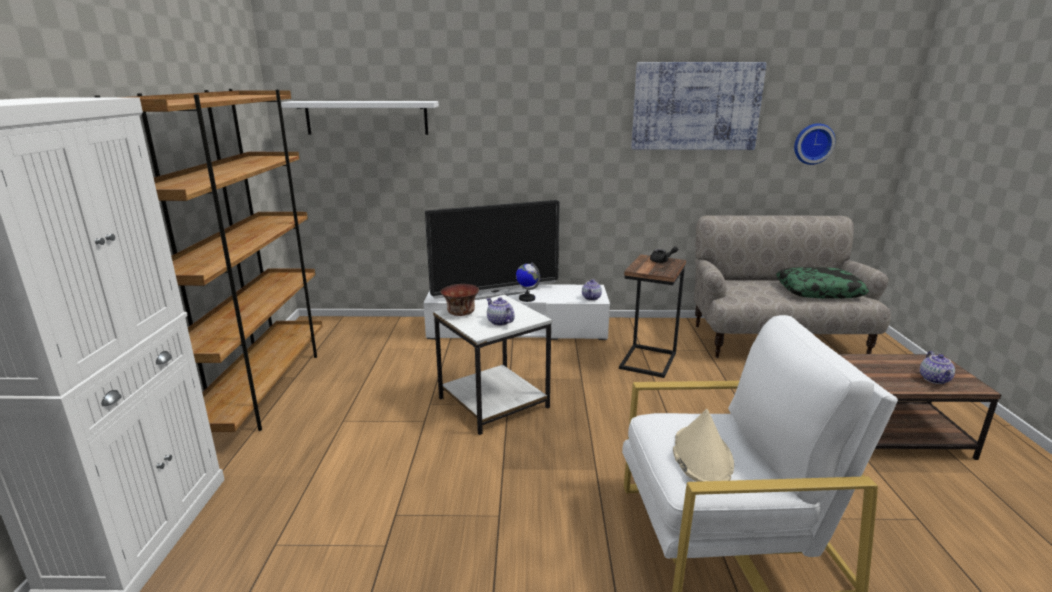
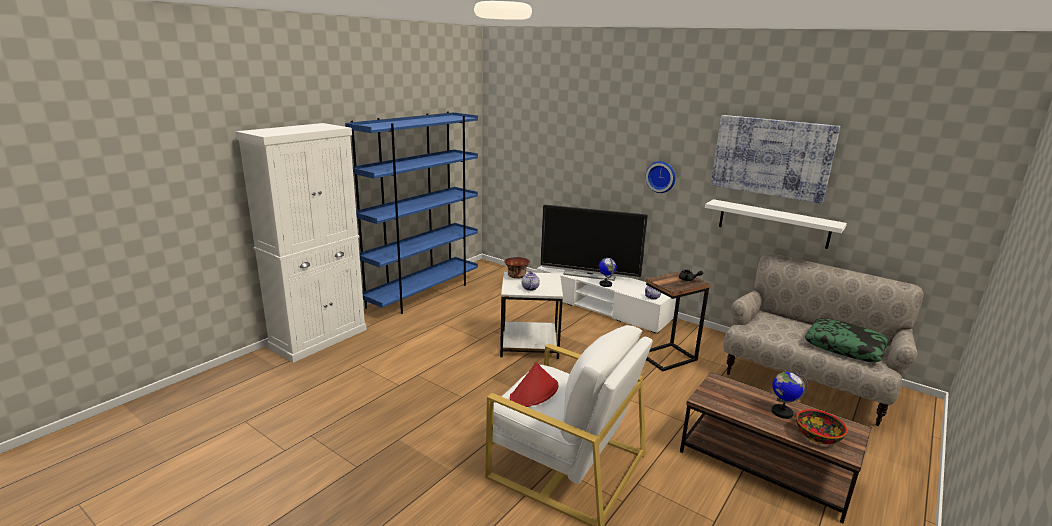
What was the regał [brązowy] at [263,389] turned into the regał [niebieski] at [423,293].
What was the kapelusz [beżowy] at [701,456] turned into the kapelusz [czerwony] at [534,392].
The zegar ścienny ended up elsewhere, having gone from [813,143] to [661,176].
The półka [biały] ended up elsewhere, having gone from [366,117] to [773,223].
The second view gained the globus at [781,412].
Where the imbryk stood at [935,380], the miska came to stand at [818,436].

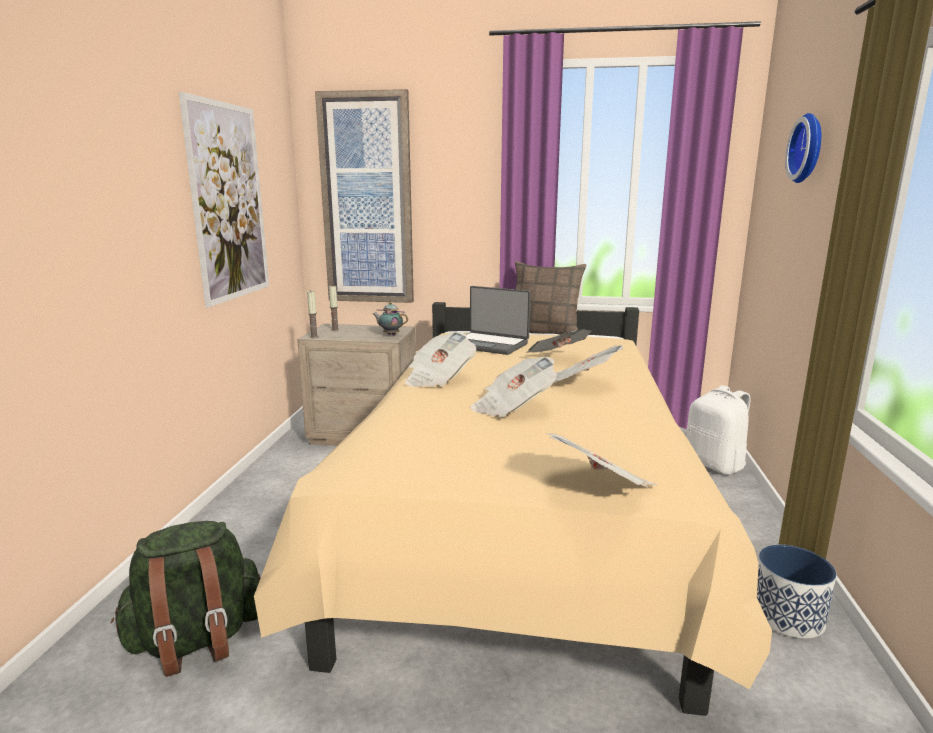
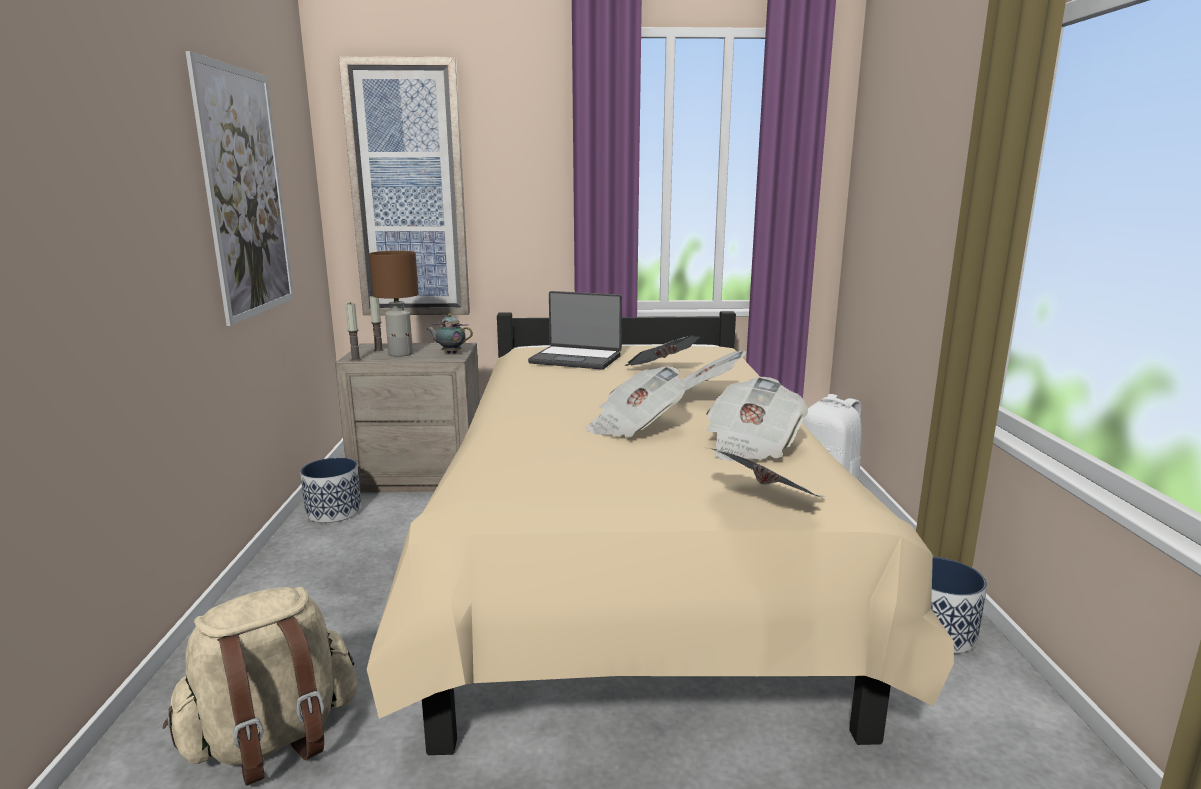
What was the plecak [zielony] at [197,641] turned into the plecak [beżowy] at [273,739].
The second view gained the donica at [334,512].
The second view gained the lampa stołowa [brązowy] at [401,354].
The gazeta ended up elsewhere, having gone from [438,379] to [750,446].
The second view lost the poduszka at [544,331].
The second view lost the zegar ścienny at [809,148].

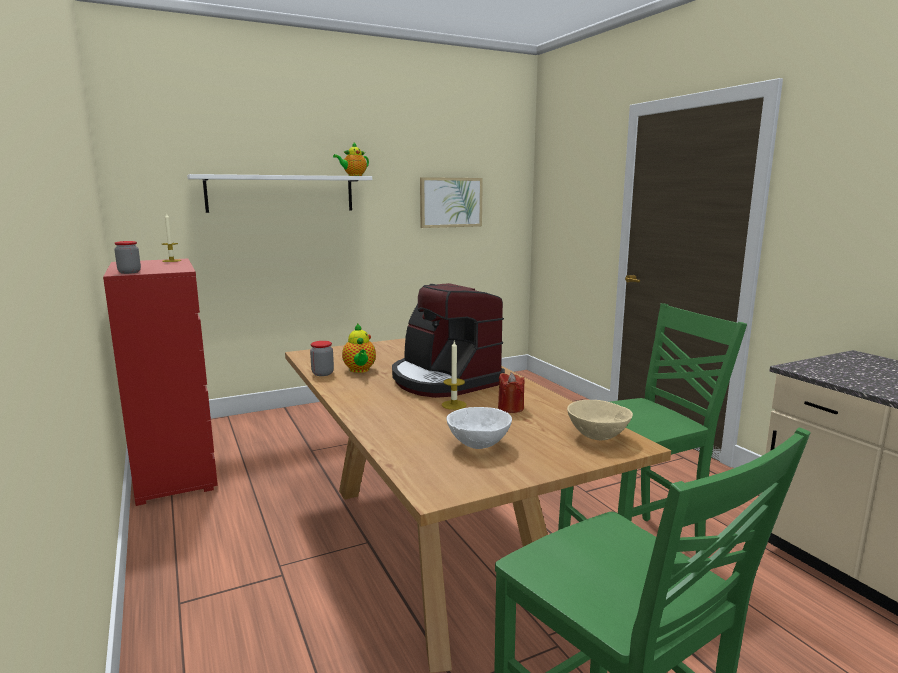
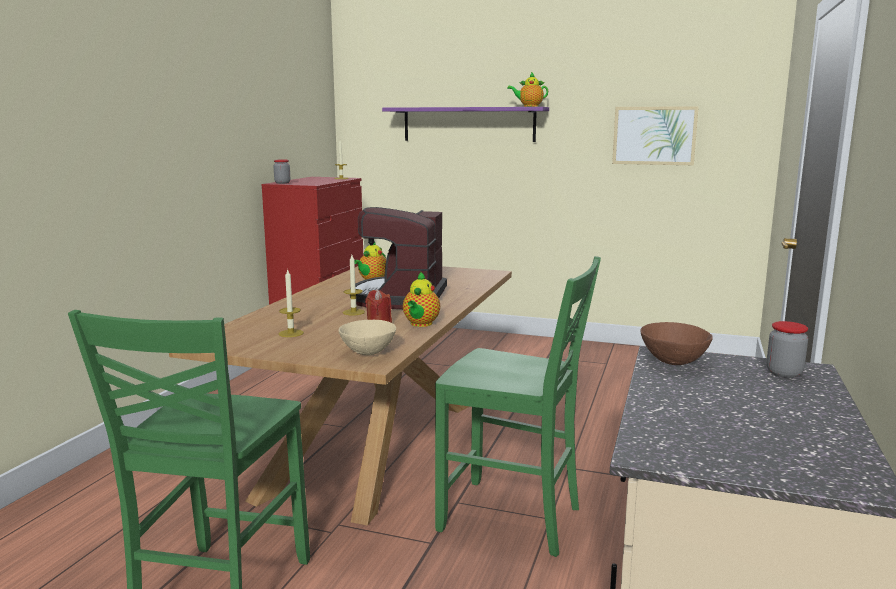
Where the miska [biały] stood at [478,445], the świeca came to stand at [291,333].
What was the półka [biały] at [281,193] turned into the półka [fioletowy] at [468,124].
The second view gained the imbryk at [420,324].
The second view gained the miska [brązowy] at [672,362].
The słoik ended up elsewhere, having gone from [322,373] to [784,373].

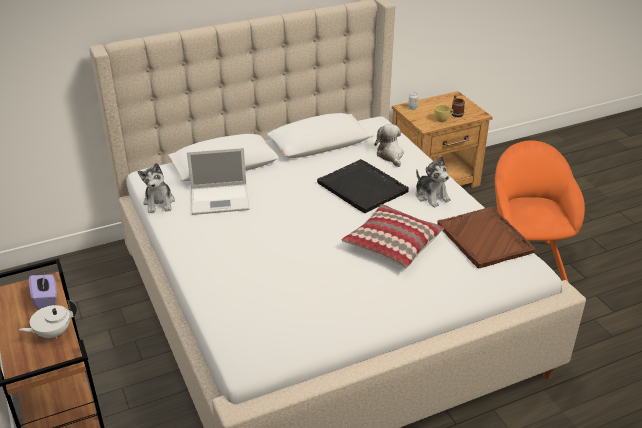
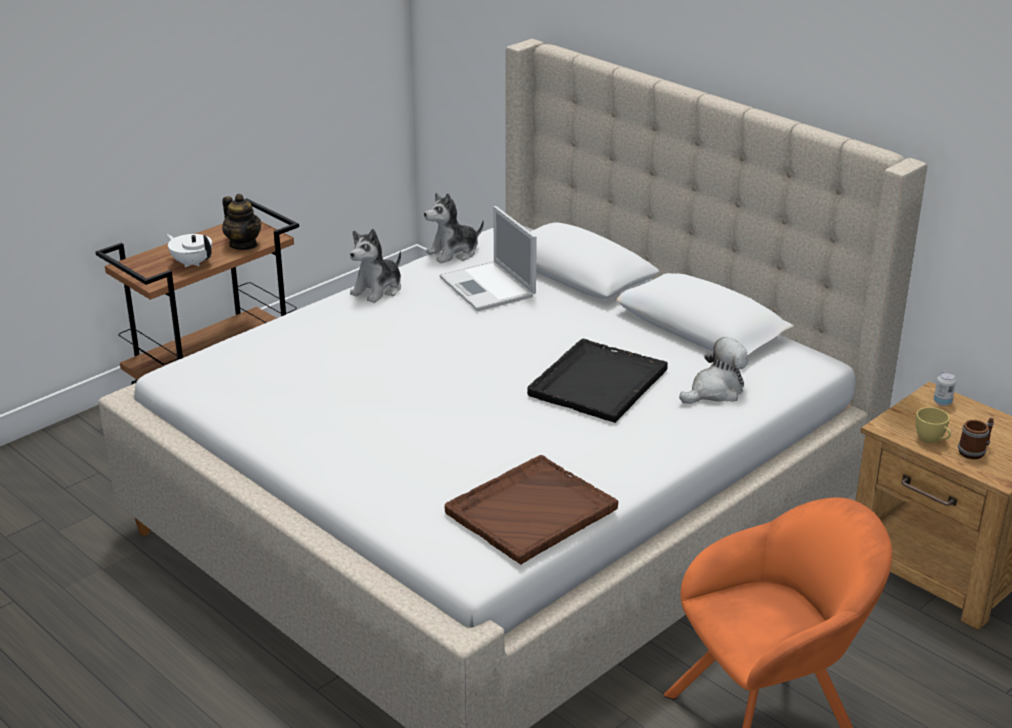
Where the pudełko chusteczek [fioletowy] stood at [46,299], the imbryk came to stand at [243,245].
The pluszak ended up elsewhere, having gone from [431,196] to [378,290].
The second view lost the poduszka at [392,244].

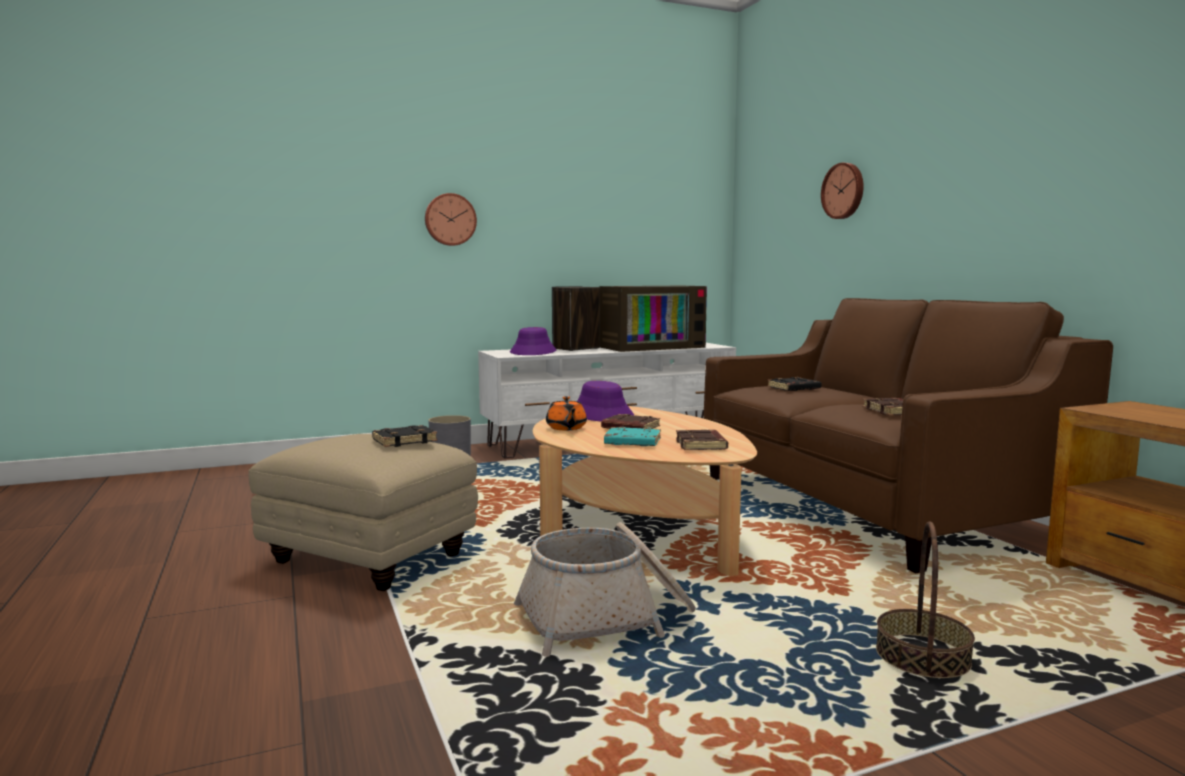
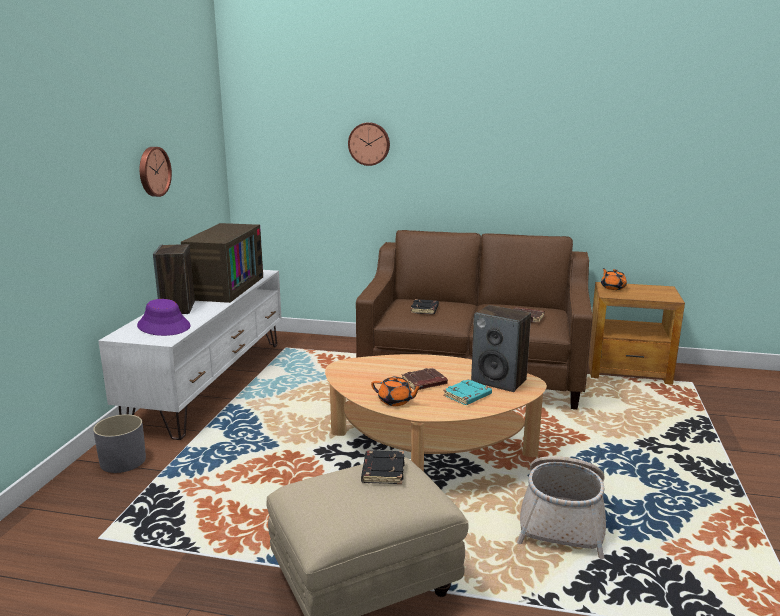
The zegar ścienny ended up elsewhere, having gone from [450,219] to [153,171].
Where the książka [brązowy] stood at [702,445], the głośnik came to stand at [499,381].
The second view gained the imbryk [pomarańczowy] at [612,287].
The second view lost the kapelusz [fioletowy] at [601,414].
The second view lost the koszyk at [922,657].

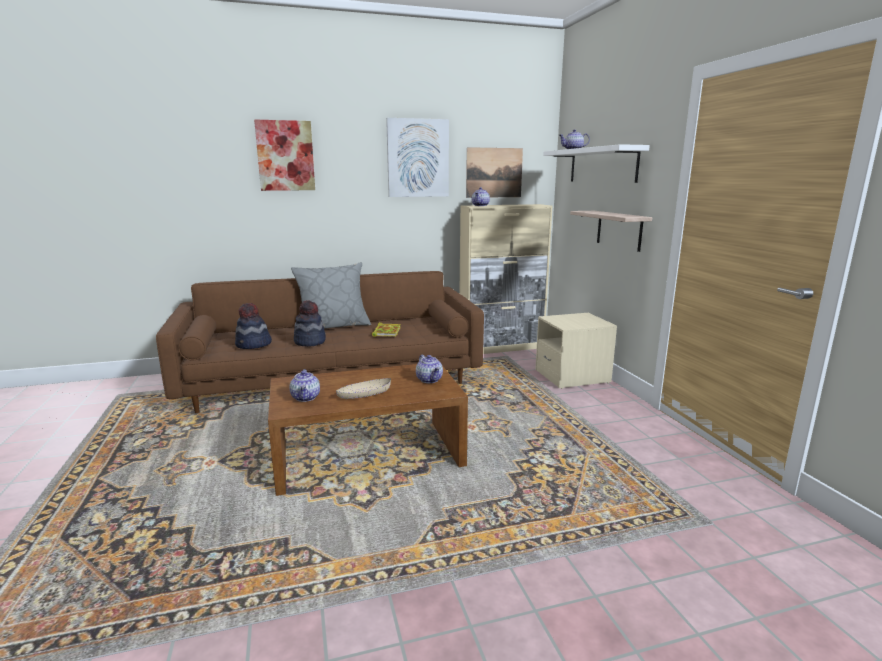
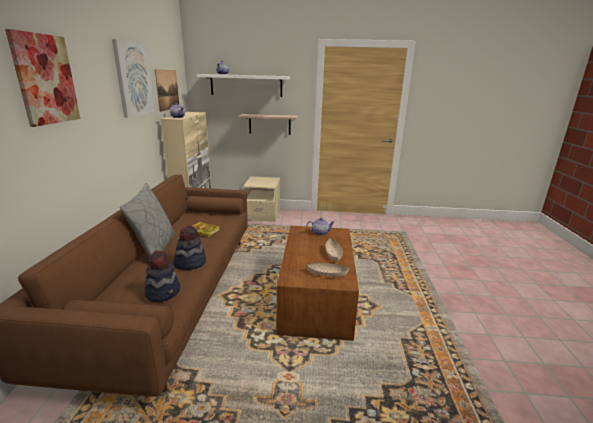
Where the imbryk stood at [306,398], the miska [beżowy] came to stand at [327,274].

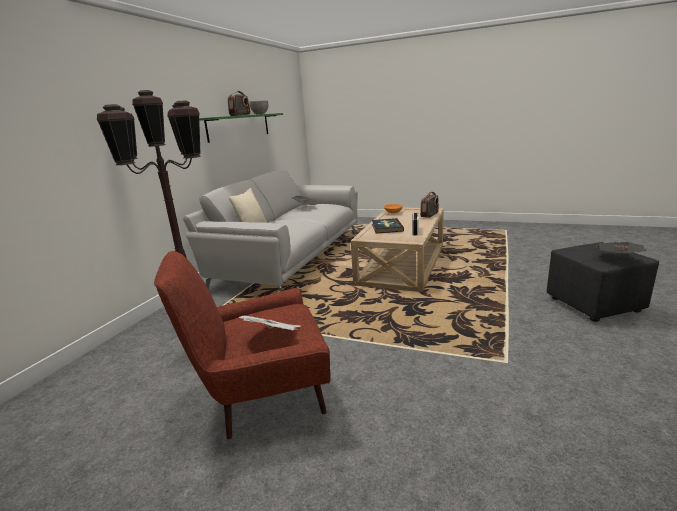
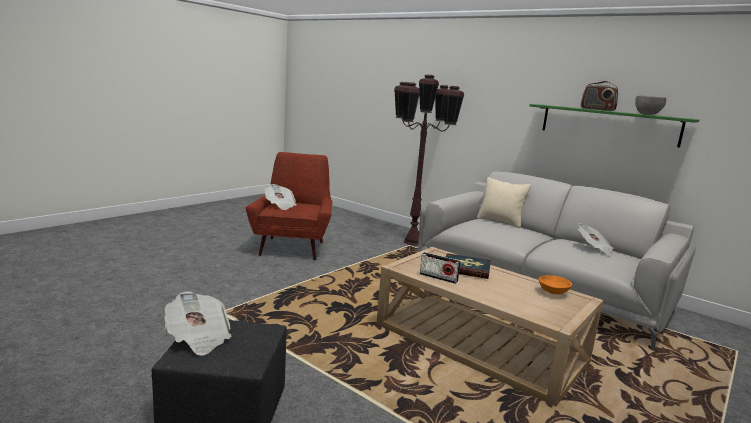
The second view lost the radio at [429,215].

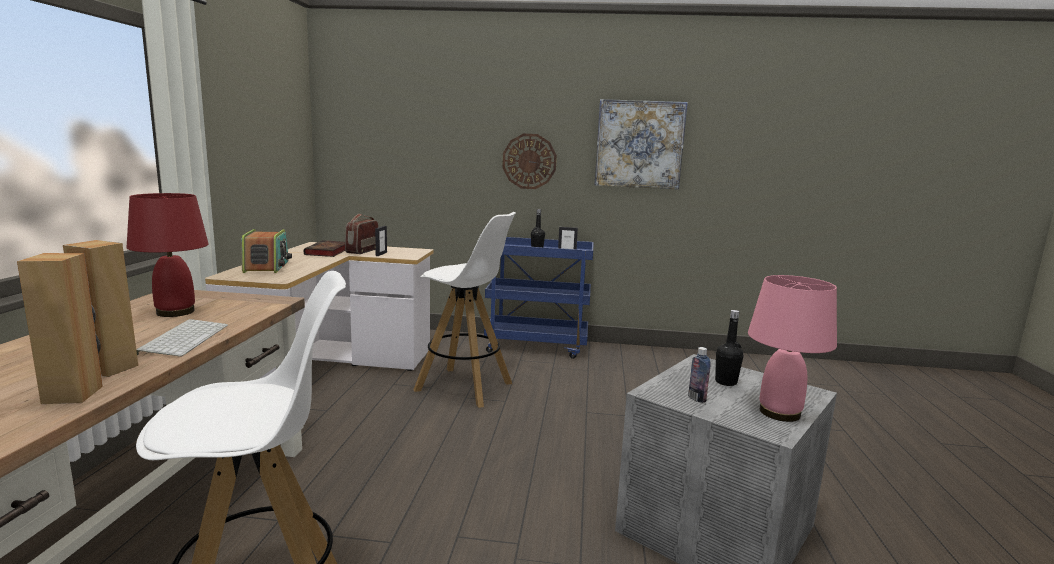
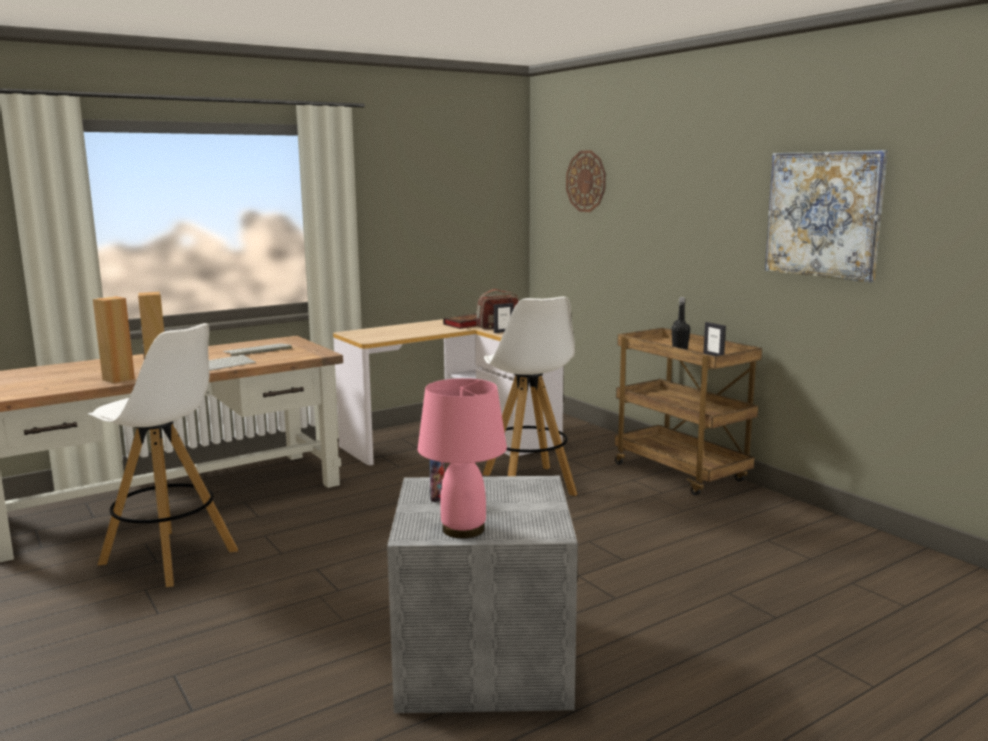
Where the lampa stołowa [czerwony] stood at [176,312], the klawiatura came to stand at [257,350].
The zegar ścienny ended up elsewhere, having gone from [529,161] to [586,181].
What was the wózek [niebieski] at [537,346] turned into the wózek [brązowy] at [682,473].
The second view lost the radio at [267,267].
The second view lost the butelka [czarny] at [726,382].

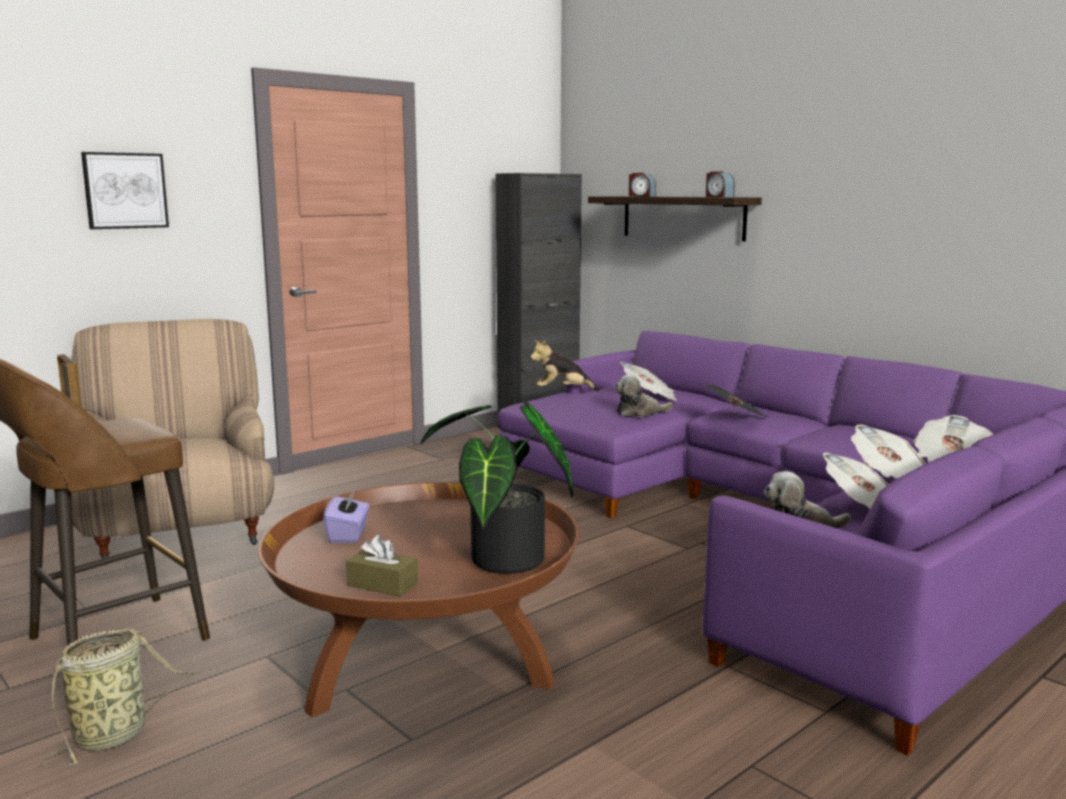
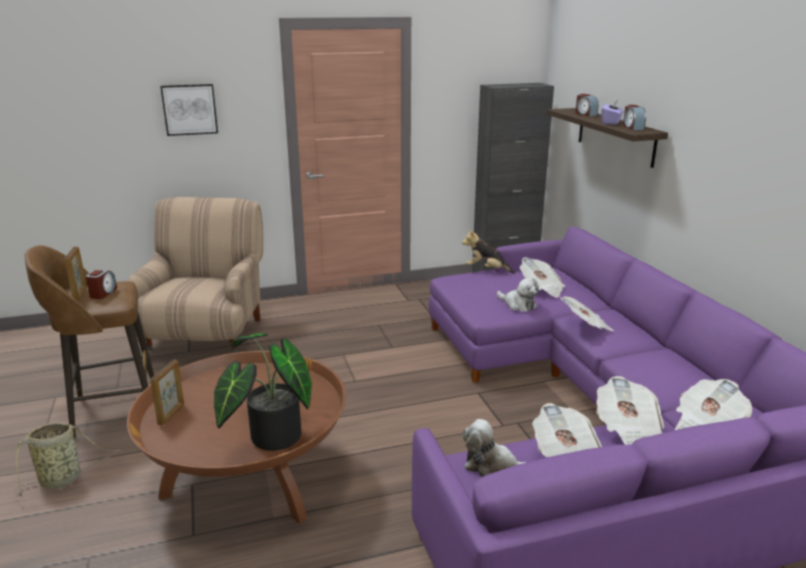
The second view gained the budzik at [103,293].
The second view gained the ramka na zdjęcie at [171,414].
The pluszak at [639,413] ended up facing another way, 150 degrees counterclockwise from before.
The pudełko chusteczek [fioletowy] ended up elsewhere, having gone from [348,534] to [611,122].
The second view lost the pudełko chusteczek [brązowy] at [382,584].

